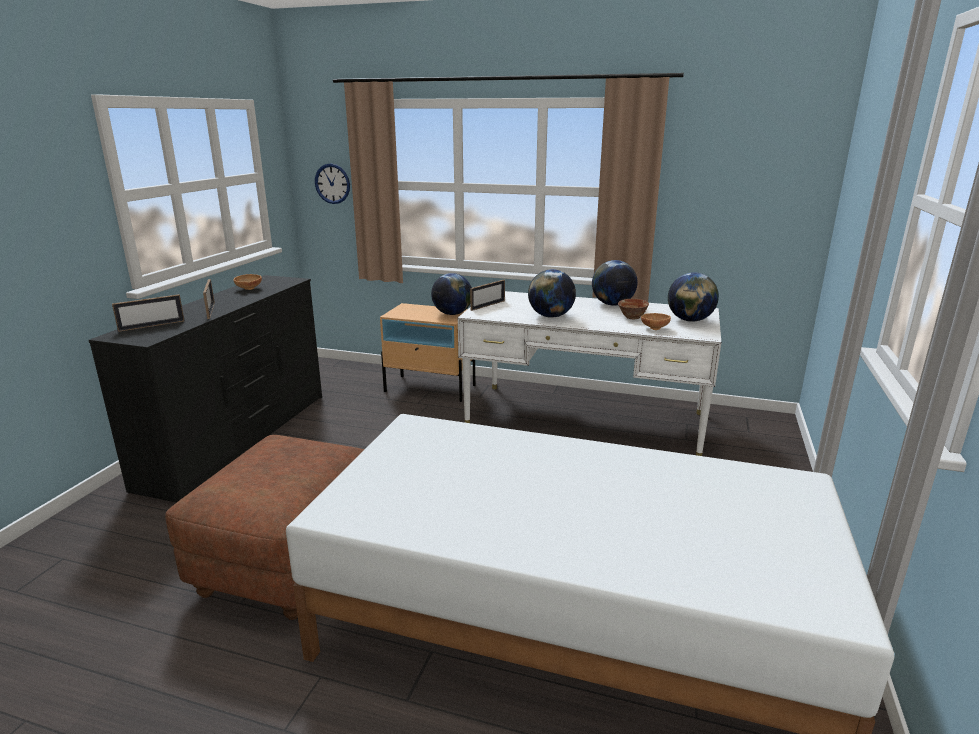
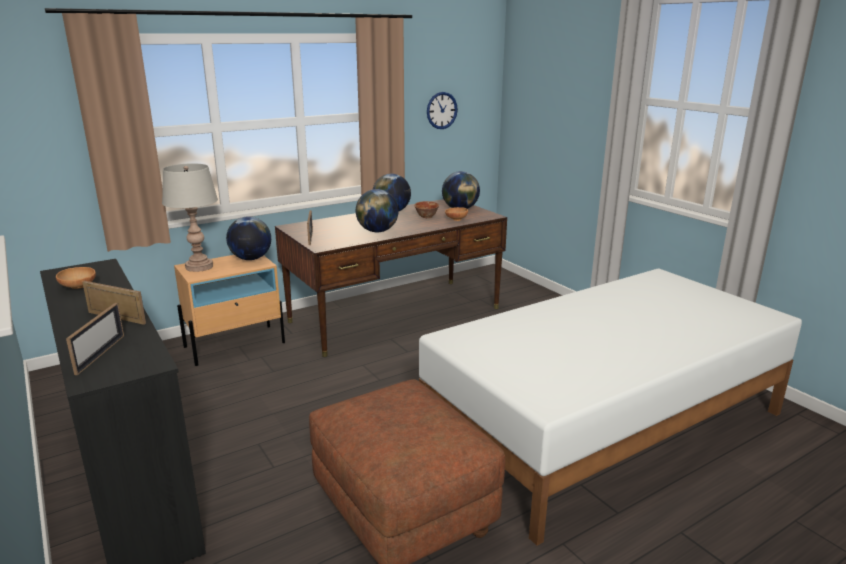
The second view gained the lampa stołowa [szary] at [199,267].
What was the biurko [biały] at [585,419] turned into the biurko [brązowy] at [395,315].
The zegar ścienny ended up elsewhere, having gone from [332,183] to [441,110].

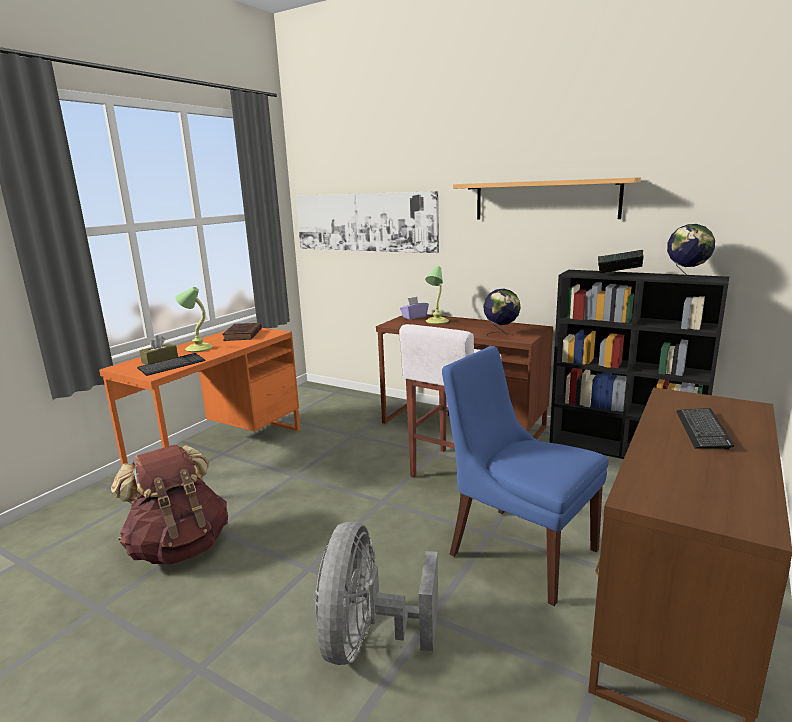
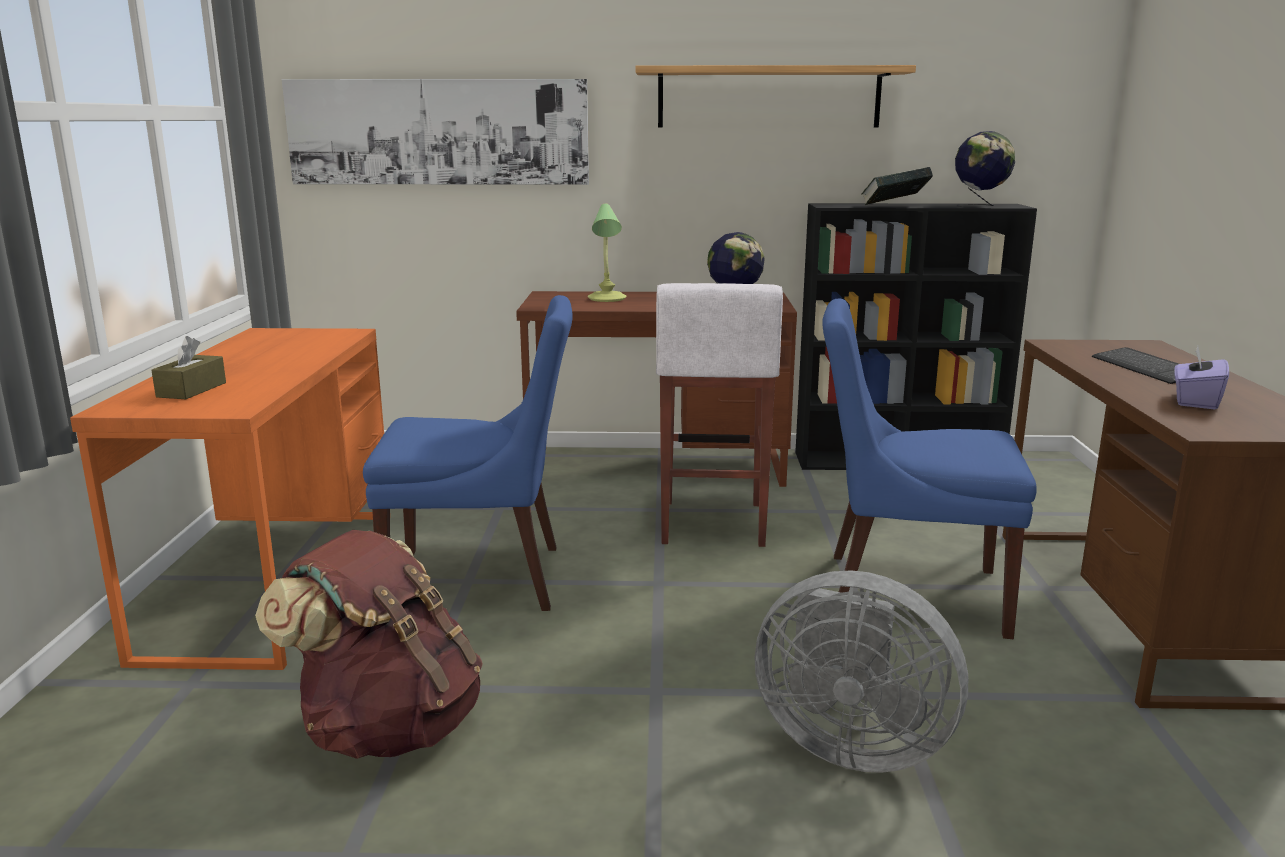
The second view gained the krzesło [niebieski] at [482,579].
The wentylator [szary] at [368,640] ended up facing another way, 45 degrees counterclockwise from before.
The pudełko chusteczek [fioletowy] ended up elsewhere, having gone from [414,317] to [1195,401].
The second view lost the klawiatura at [172,366].
The second view lost the lampa stołowa at [198,348].
The second view lost the książka [brązowy] at [242,335].

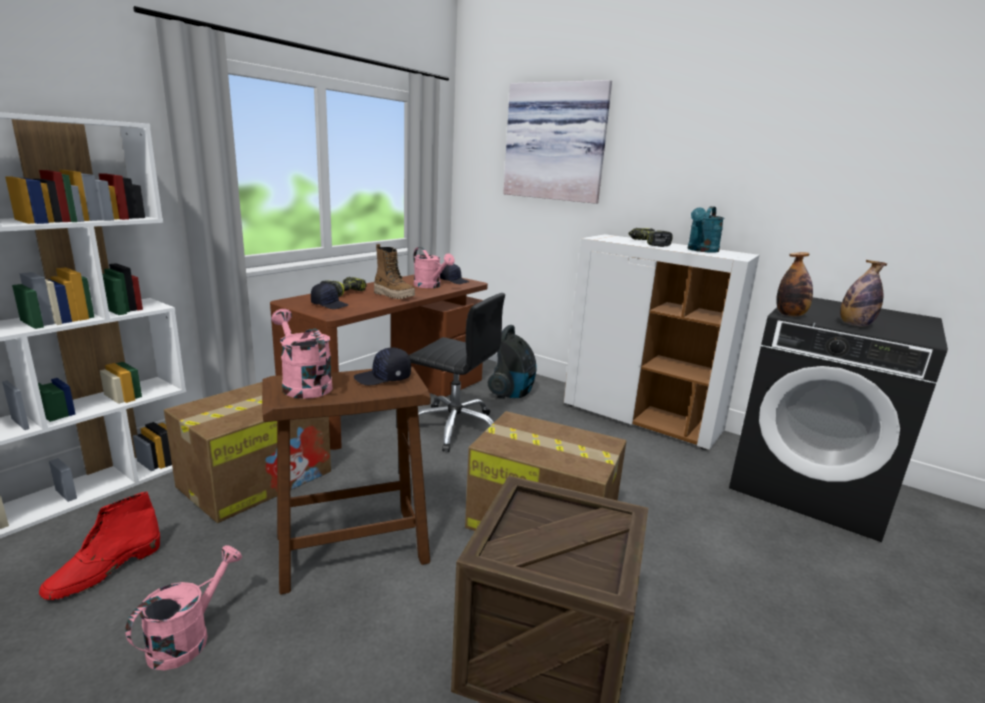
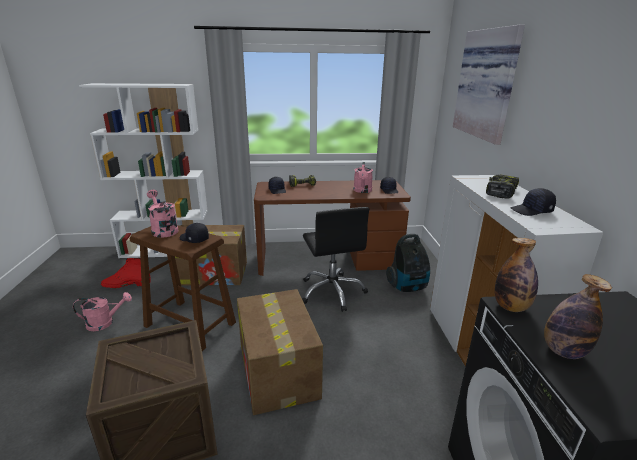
The konewka [różowy] at [303,384] ended up facing another way, 45 degrees counterclockwise from before.
Where the konewka [turkusowy] stood at [701,250], the czapka z daszkiem [czarny] came to stand at [532,211].
The second view lost the but z cholewką at [394,295].

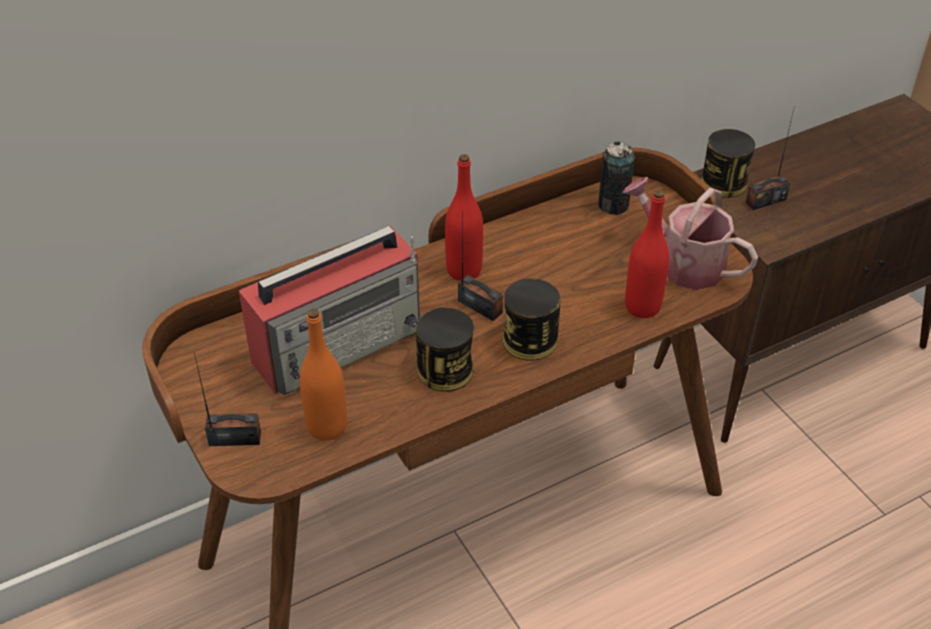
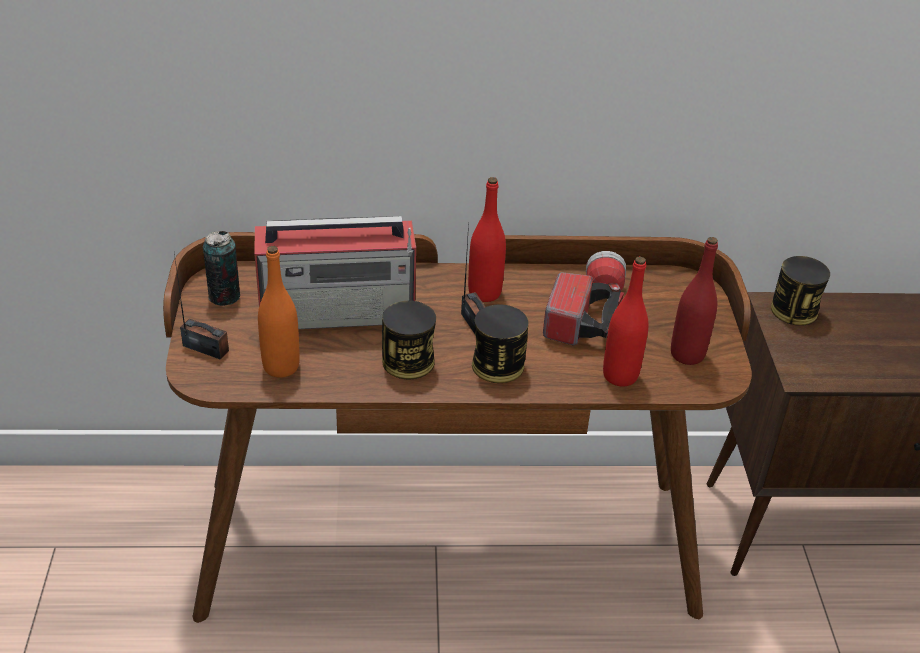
The puszka ended up elsewhere, having gone from [613,205] to [224,296].
The second view gained the latarka at [585,313].
Where the konewka stood at [683,263], the butelka [czerwony] came to stand at [687,354].
The second view lost the radio at [765,201].

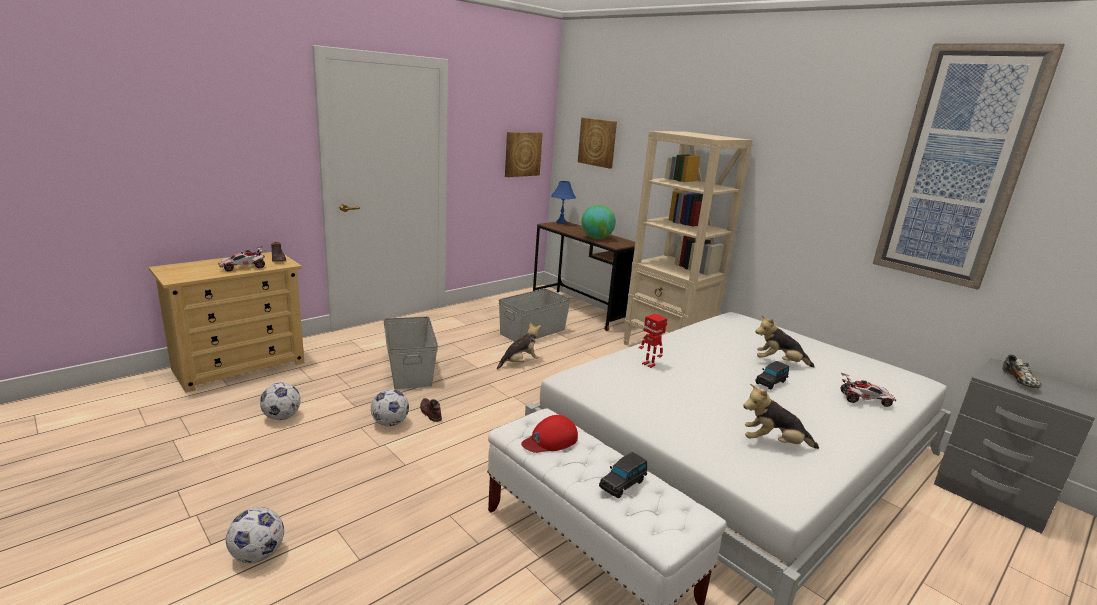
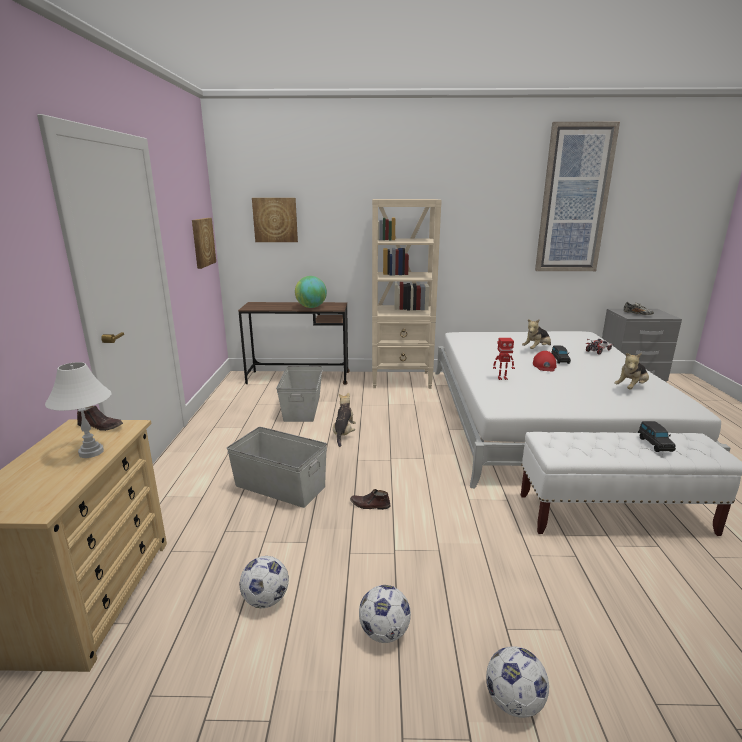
Where the samochodzik stood at [244,267], the lampa stołowa [biały] came to stand at [90,452].
The piłka futbolowa ended up elsewhere, having gone from [390,423] to [384,632].
The czapka z daszkiem [czerwony] ended up elsewhere, having gone from [550,440] to [544,366].
The second view lost the lampa stołowa [niebieski] at [561,222].

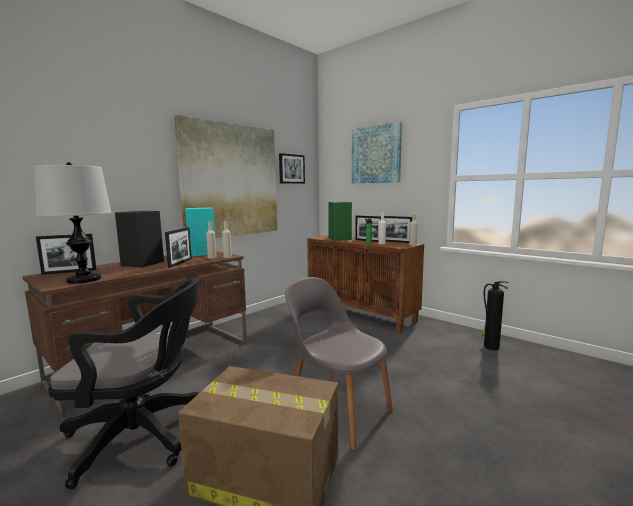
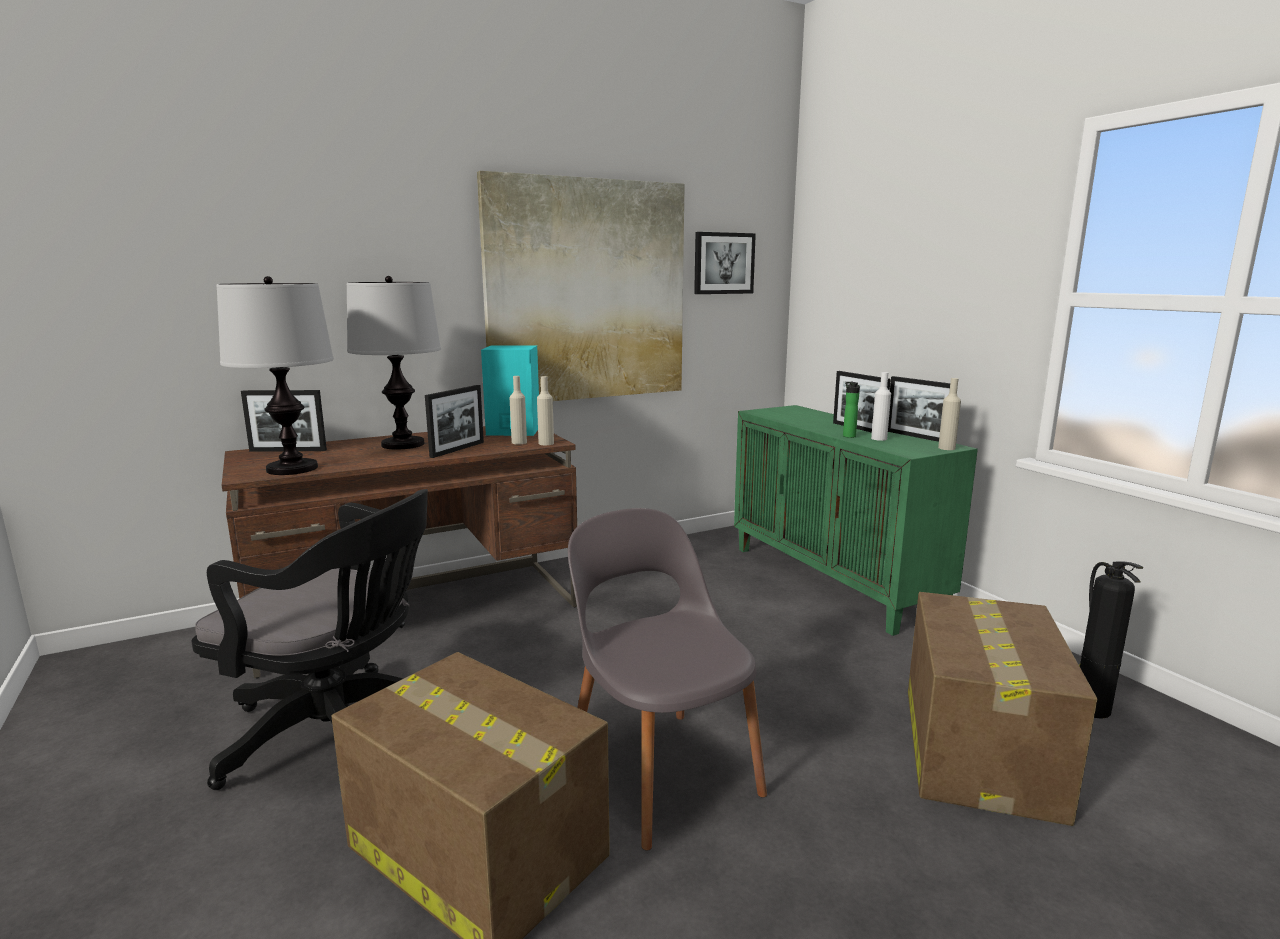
Where the głośnik [czarny] stood at [143,263], the lampa stołowa came to stand at [403,444].
What was the szafka [brązowy] at [361,314] turned into the szafka [zielony] at [834,580].
The second view gained the karton at [978,748].
The second view lost the głośnik [zielony] at [340,239].
The second view lost the obraz at [376,154].

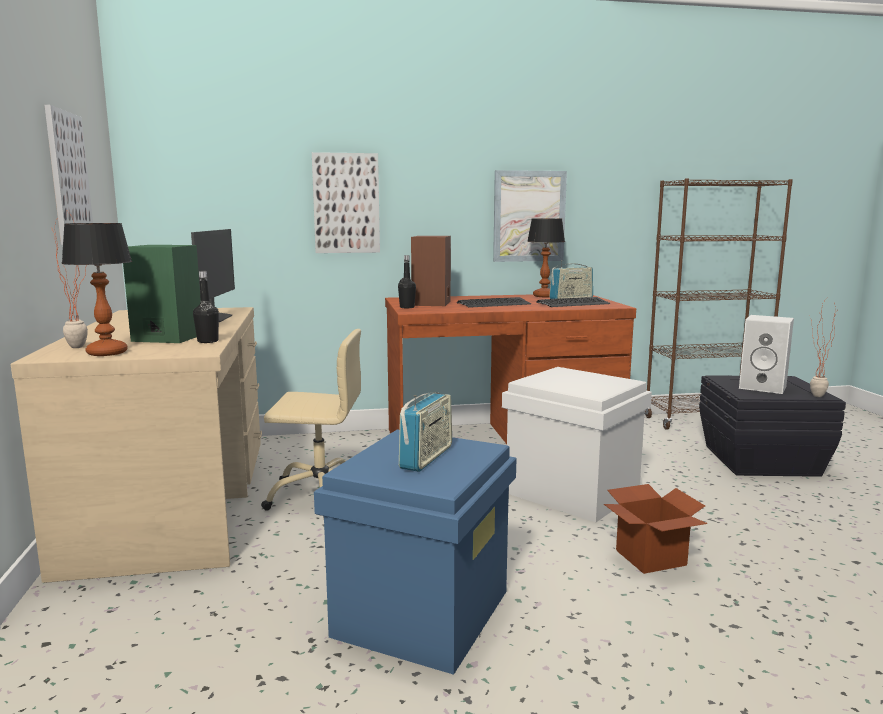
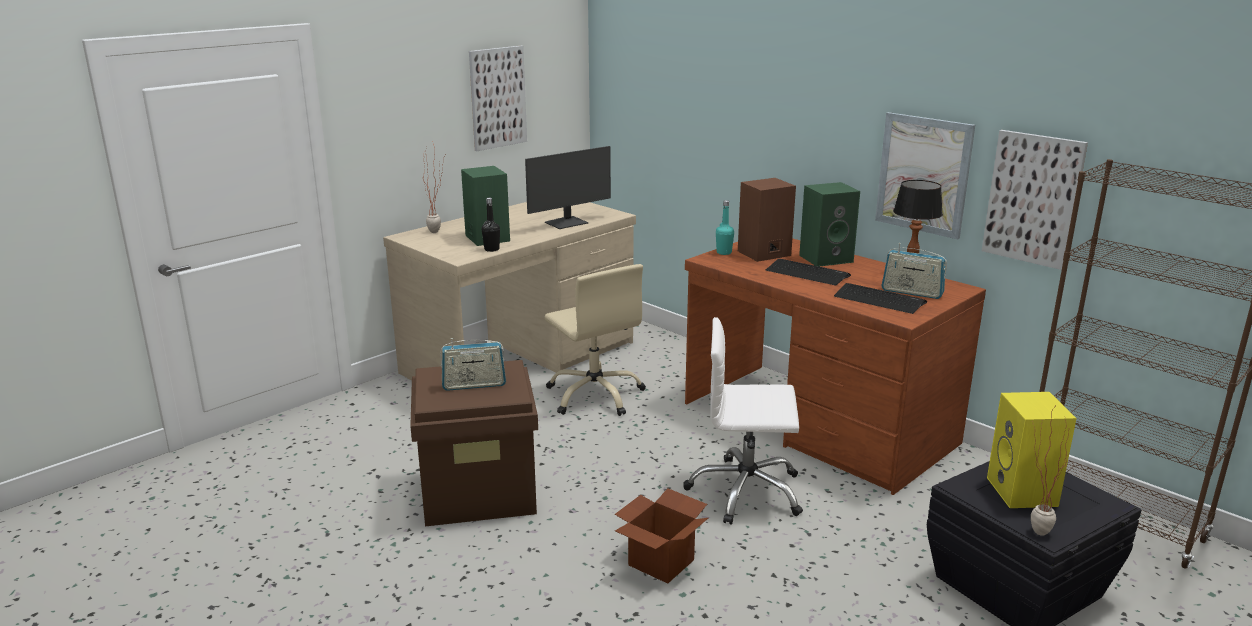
What was the pojemnik do przechowywania [niebieski] at [422,612] turned into the pojemnik do przechowywania [brązowy] at [480,492].
Where the pojemnik do przechowywania [biały] stood at [571,492], the krzesło biurowe [biały] came to stand at [745,492].
What was the butelka [czarny] at [407,307] turned into the butelka [turkusowy] at [724,252].
The second view gained the głośnik [zielony] at [826,258].
The obraz ended up elsewhere, having gone from [346,203] to [1033,199].
What was the głośnik [biały] at [764,387] turned into the głośnik [żółty] at [1024,492].
The second view lost the lampa stołowa at [107,353].

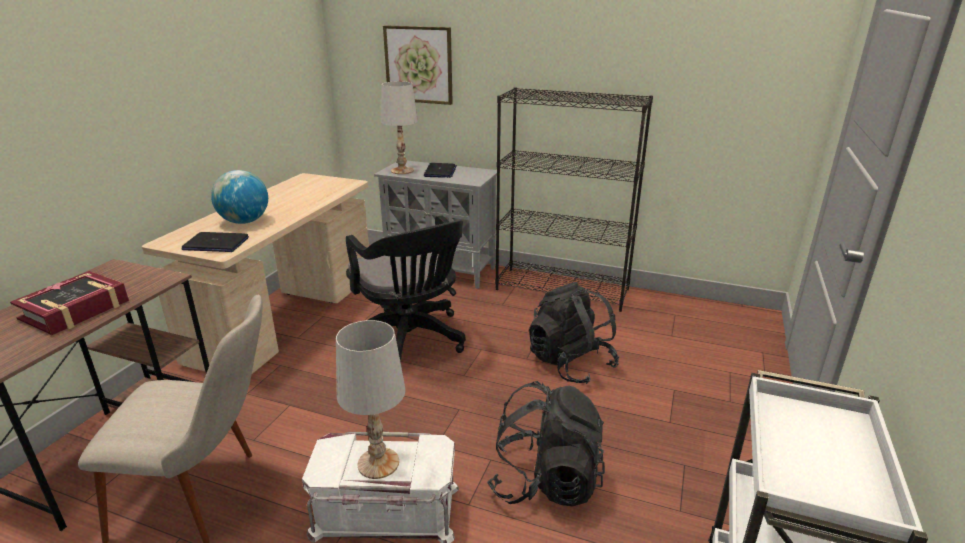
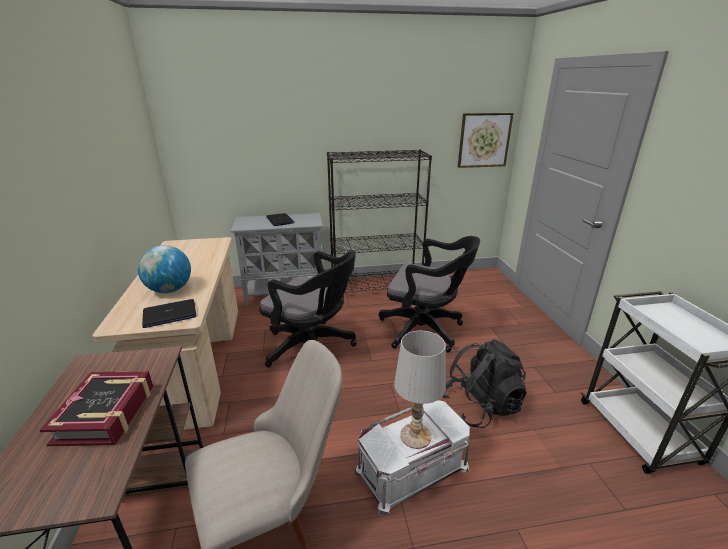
Where the plecak [czarny] stood at [570,363], the krzesło biurowe [czarny] came to stand at [425,330].
The obraz ended up elsewhere, having gone from [419,65] to [484,140].
The second view lost the lampa stołowa [biały] at [402,171].

